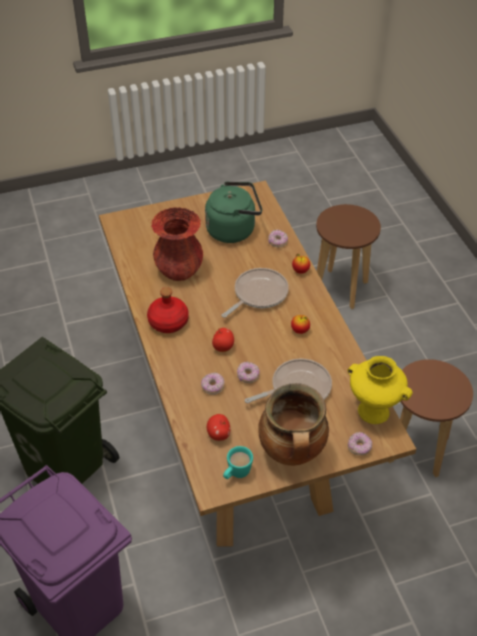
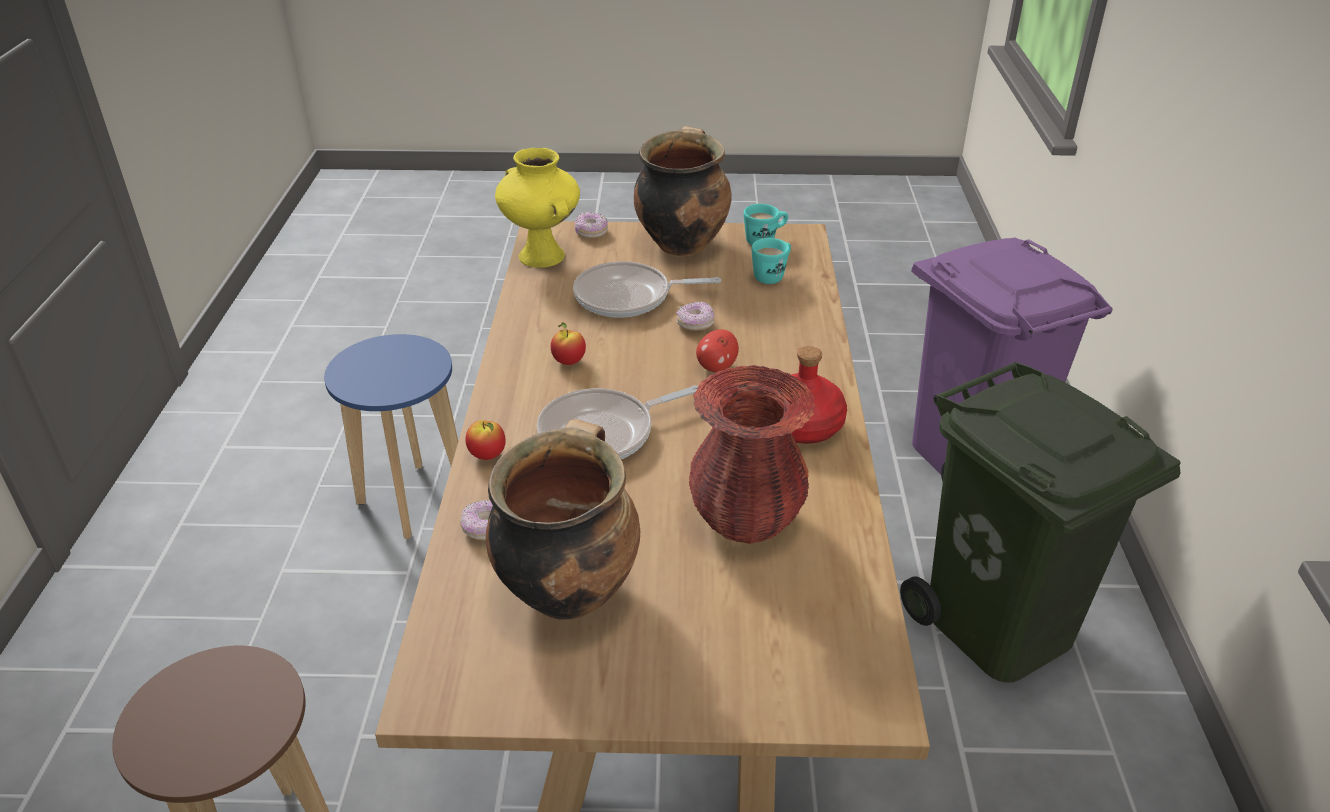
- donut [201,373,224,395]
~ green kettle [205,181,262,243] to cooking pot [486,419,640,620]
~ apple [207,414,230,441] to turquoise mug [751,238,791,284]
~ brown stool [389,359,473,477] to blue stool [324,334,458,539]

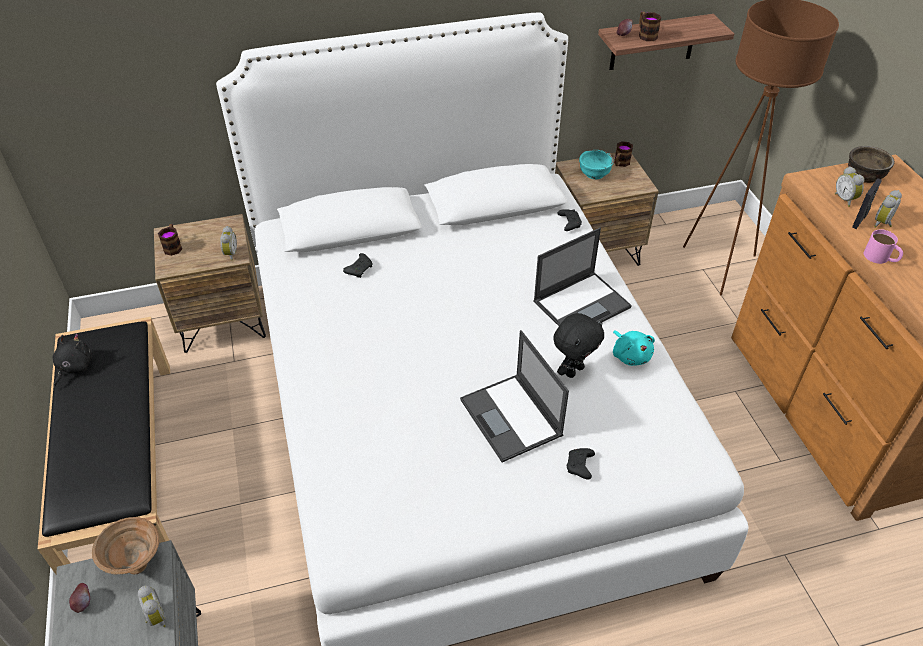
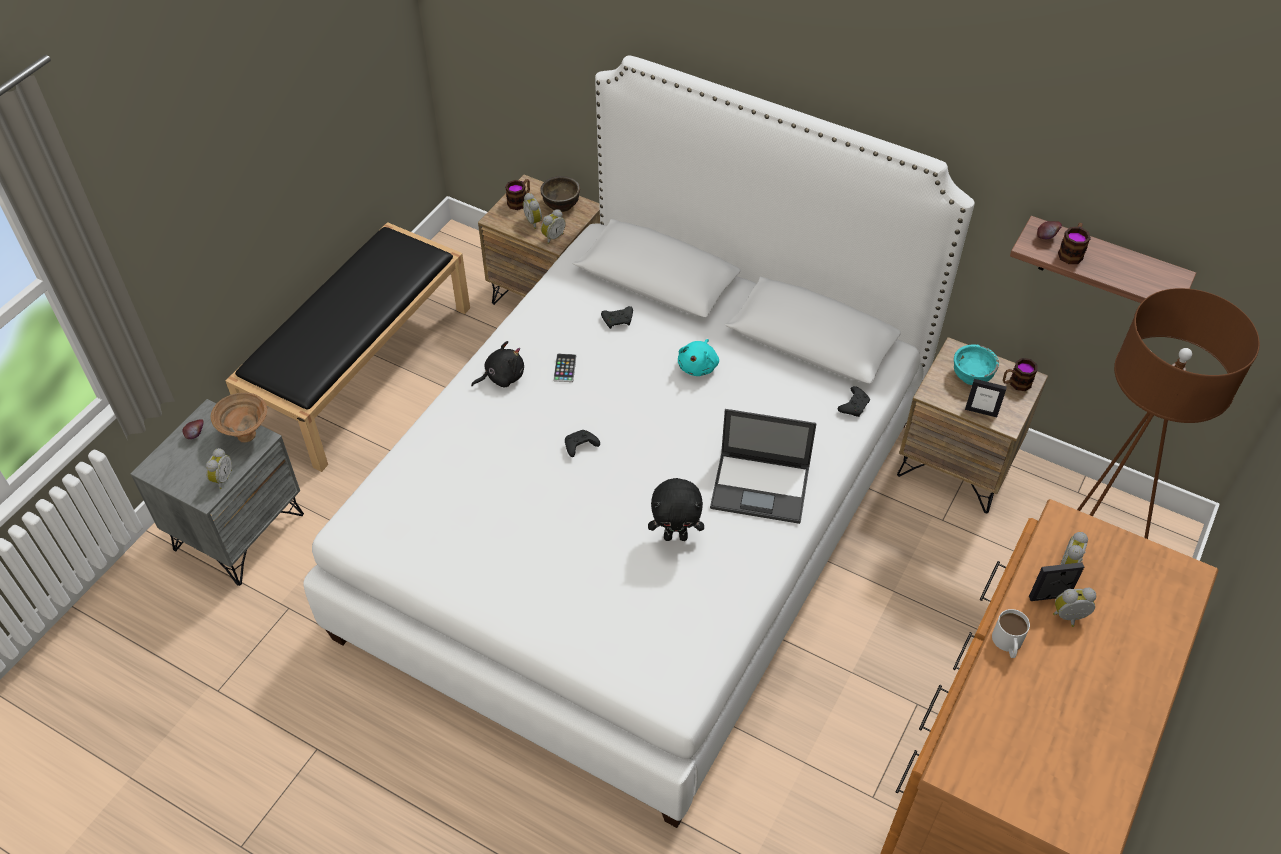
~ black plush toy [52,334,92,387] to [471,341,524,387]
- laptop [460,330,569,462]
~ black game controller [567,448,595,480] to [565,430,600,457]
~ turquoise plush toy [613,330,655,366] to [678,339,719,376]
~ brown bowl [848,146,895,183] to [541,176,580,212]
~ pink mug [864,229,903,264] to white mug [992,609,1030,658]
+ alarm clock [523,193,542,229]
+ phone [553,353,576,382]
+ picture frame [965,379,1007,417]

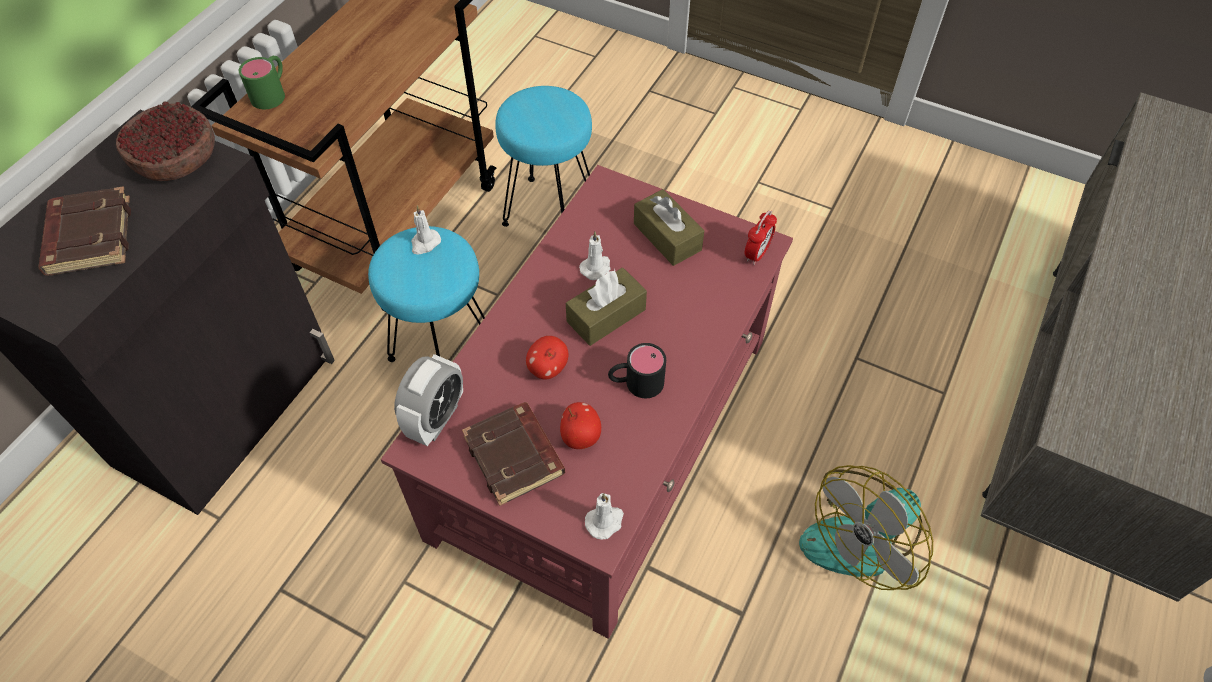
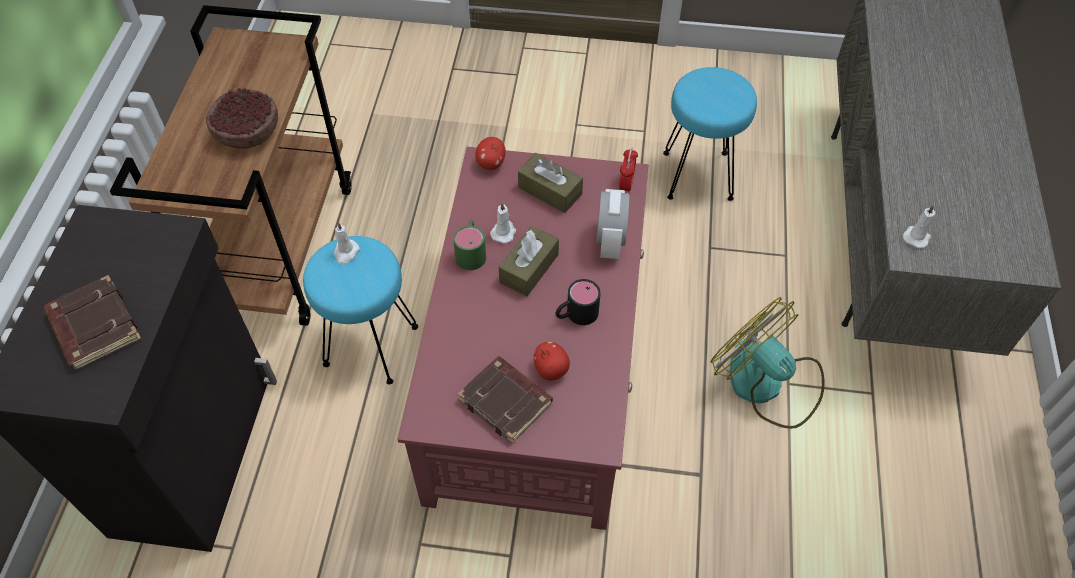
~ bowl [116,101,215,181] to [206,88,278,149]
~ green mug [239,56,285,109] to [453,220,486,270]
~ alarm clock [394,354,463,446] to [597,189,629,259]
~ turquoise stool [495,86,592,227] to [663,67,757,201]
~ apple [526,336,569,379] to [475,137,506,170]
~ white candle [585,493,624,539] to [903,205,935,248]
~ fan [799,465,933,590] = [710,297,825,429] 105 degrees clockwise

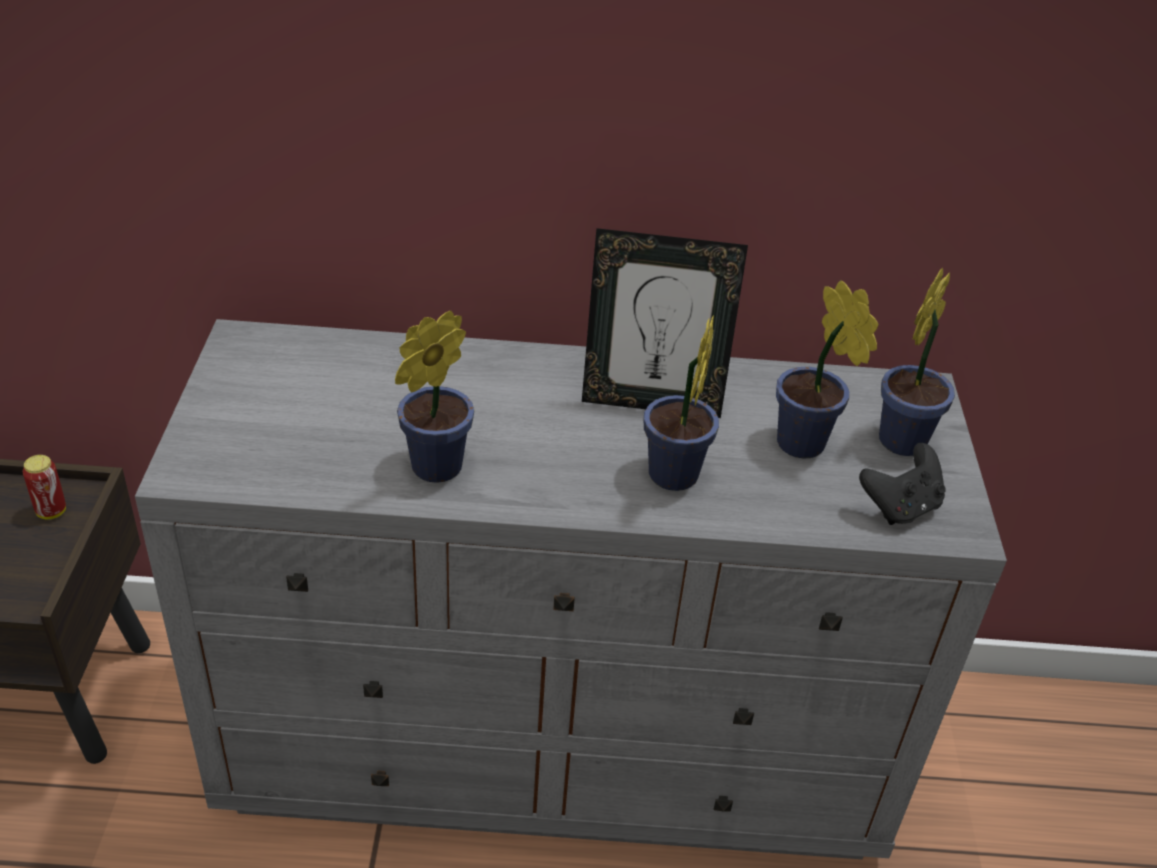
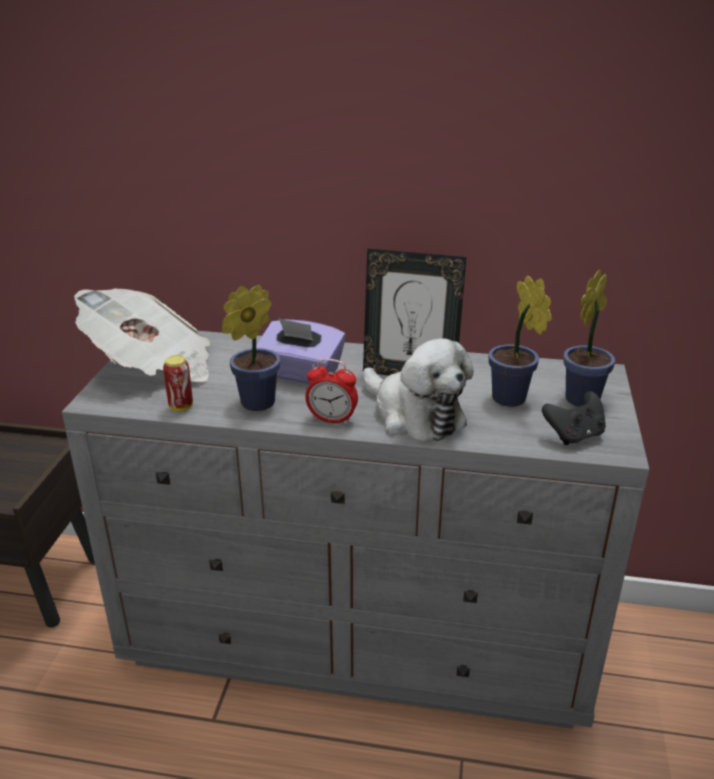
~ can [23,455,66,519] to [163,355,193,411]
~ potted plant [644,314,719,491] to plush toy [363,338,474,441]
+ newspaper [74,288,210,382]
+ purple tissue box [256,318,346,385]
+ alarm clock [305,359,358,425]

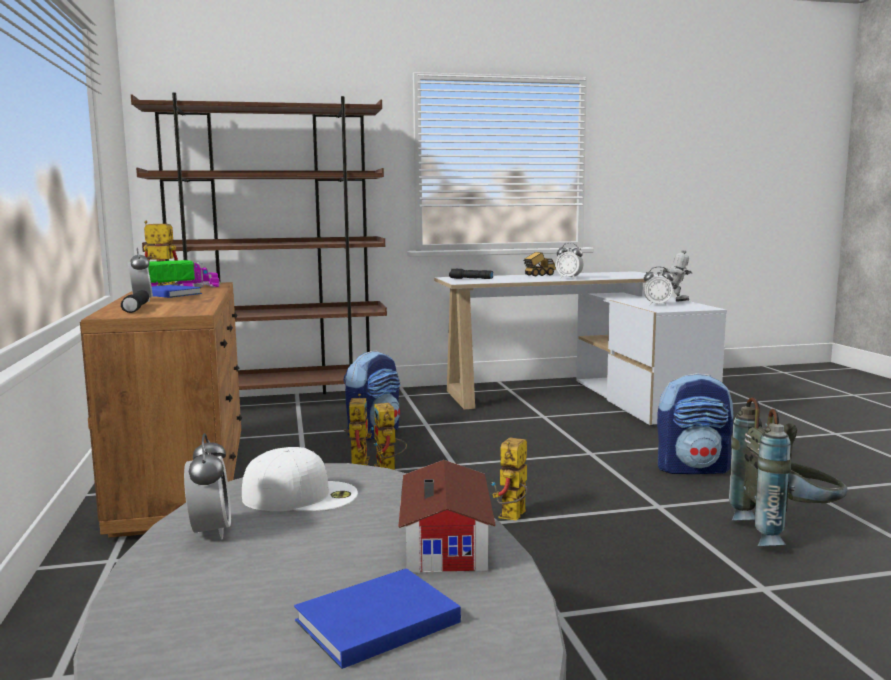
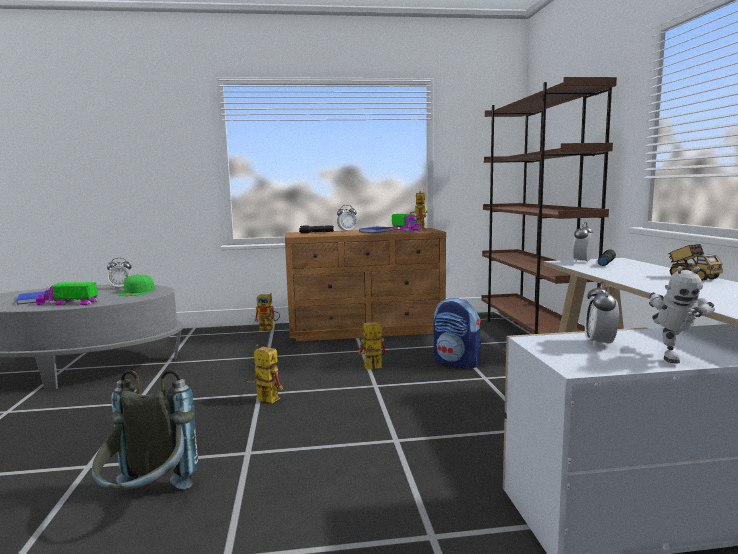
~ white cap [242,447,358,511] to green cap [118,274,155,296]
~ toy robot [344,394,374,465] to [254,293,280,331]
~ toy house [398,460,496,573] to toy truck [36,282,98,306]
~ alarm clock [556,243,583,279] to [572,222,595,263]
- backpack [657,373,733,474]

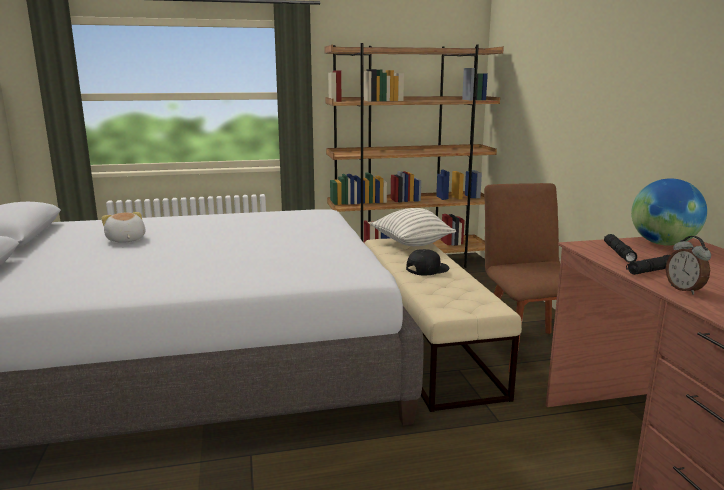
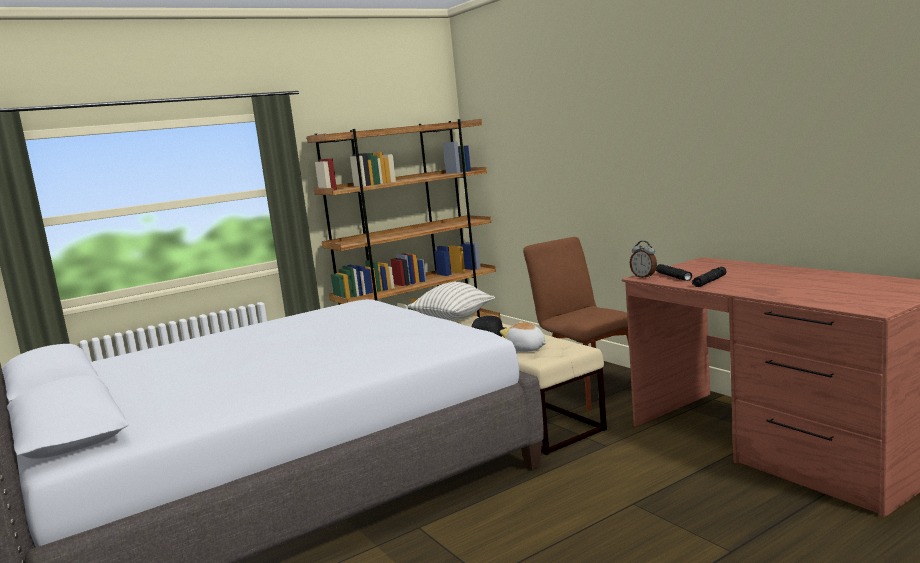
~ plush toy [101,212,146,243] to [500,321,547,352]
- globe [631,178,707,246]
~ alarm clock [666,236,711,295] to [630,241,657,278]

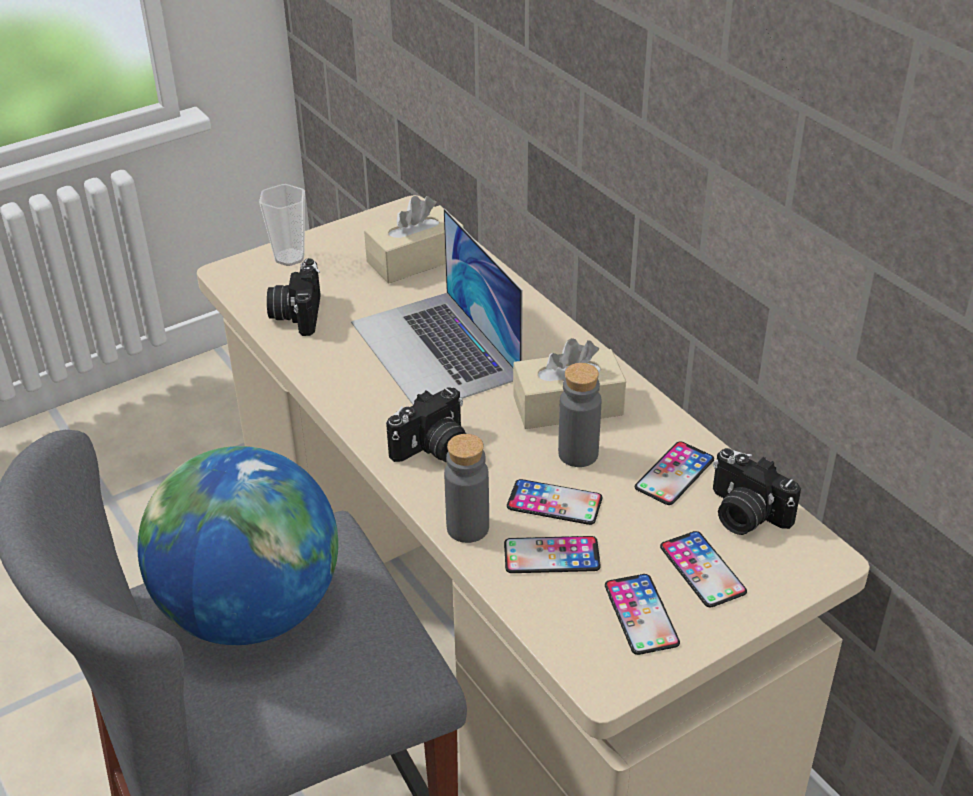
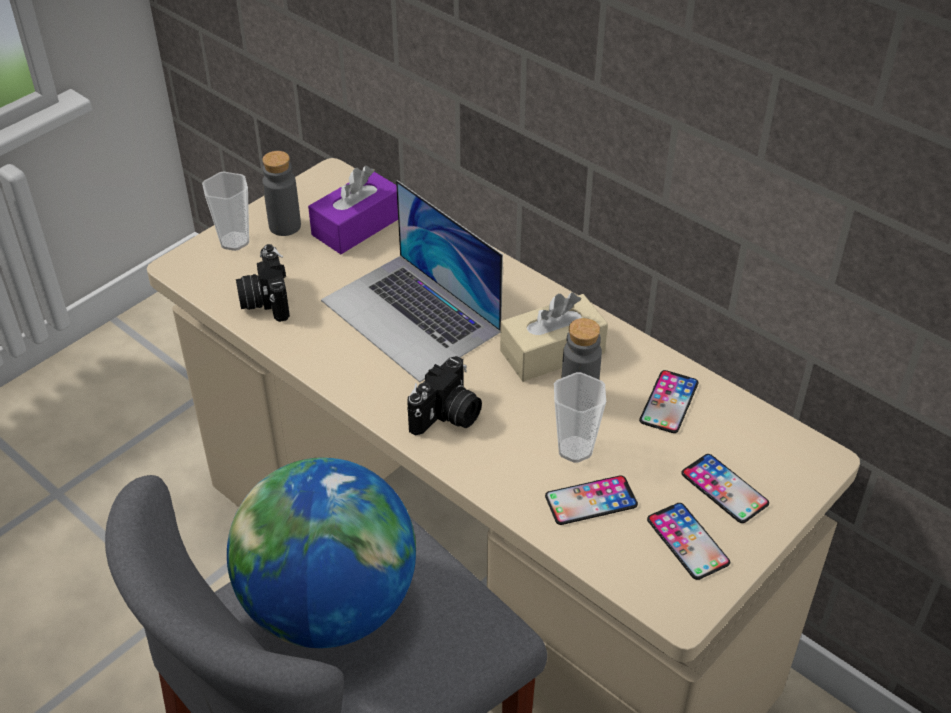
~ beige tissue box [364,196,464,284] to purple tissue box [308,166,398,254]
~ grey bottle [444,434,489,543] to [262,151,301,236]
~ phone [507,479,603,525] to cup [554,372,606,463]
- photo camera [713,448,801,535]

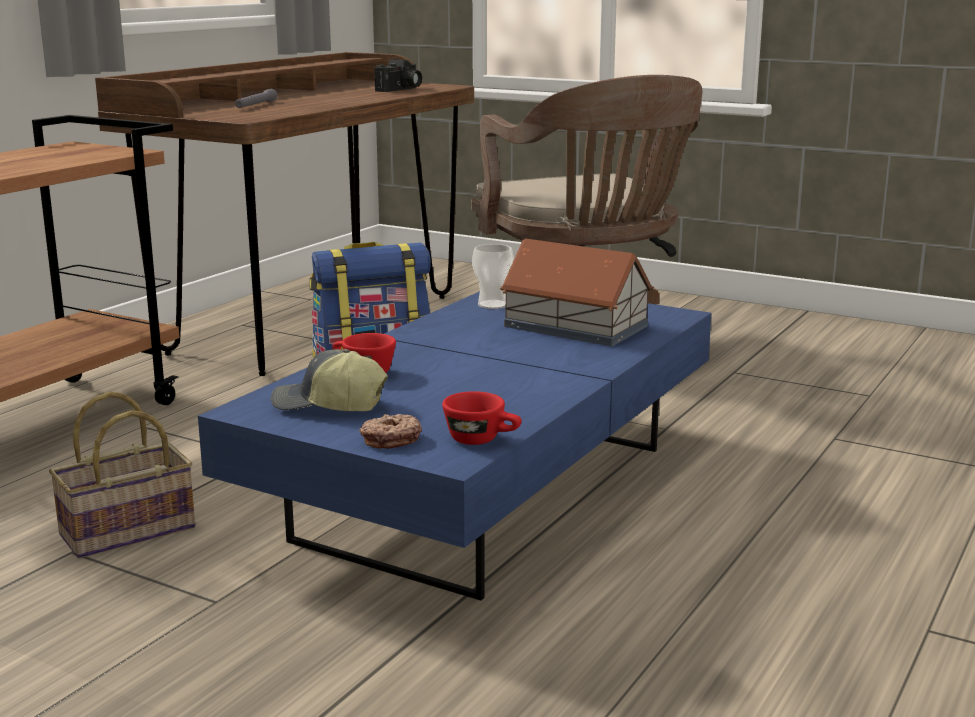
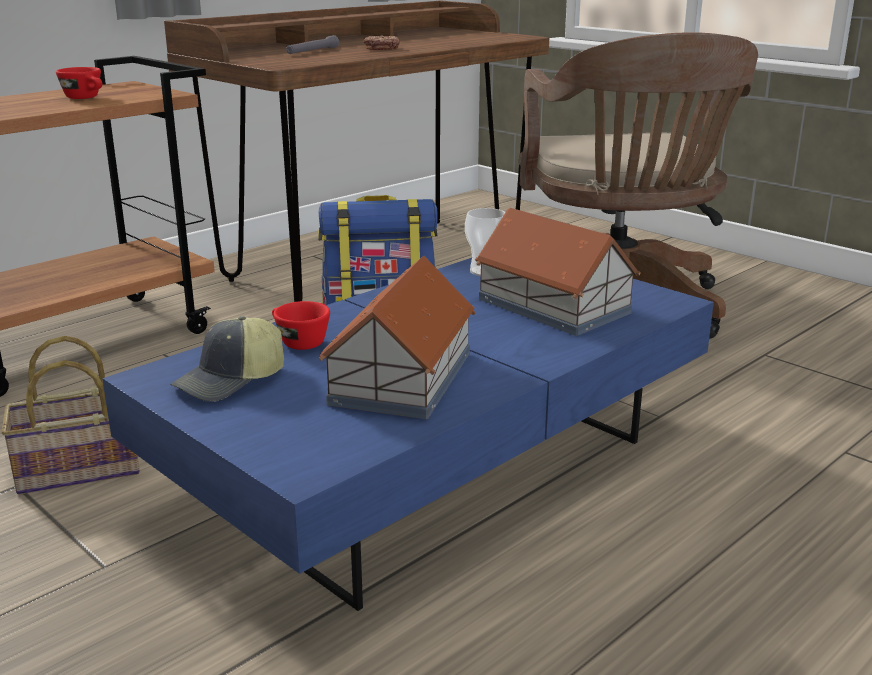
~ cap [271,349,388,411] = [170,316,284,401] 75 degrees counterclockwise
~ donut [359,414,422,449] to [363,35,400,50]
- photo camera [374,59,422,92]
~ red cup [442,391,522,445] to [56,67,102,99]
+ toy house [319,256,476,419]

